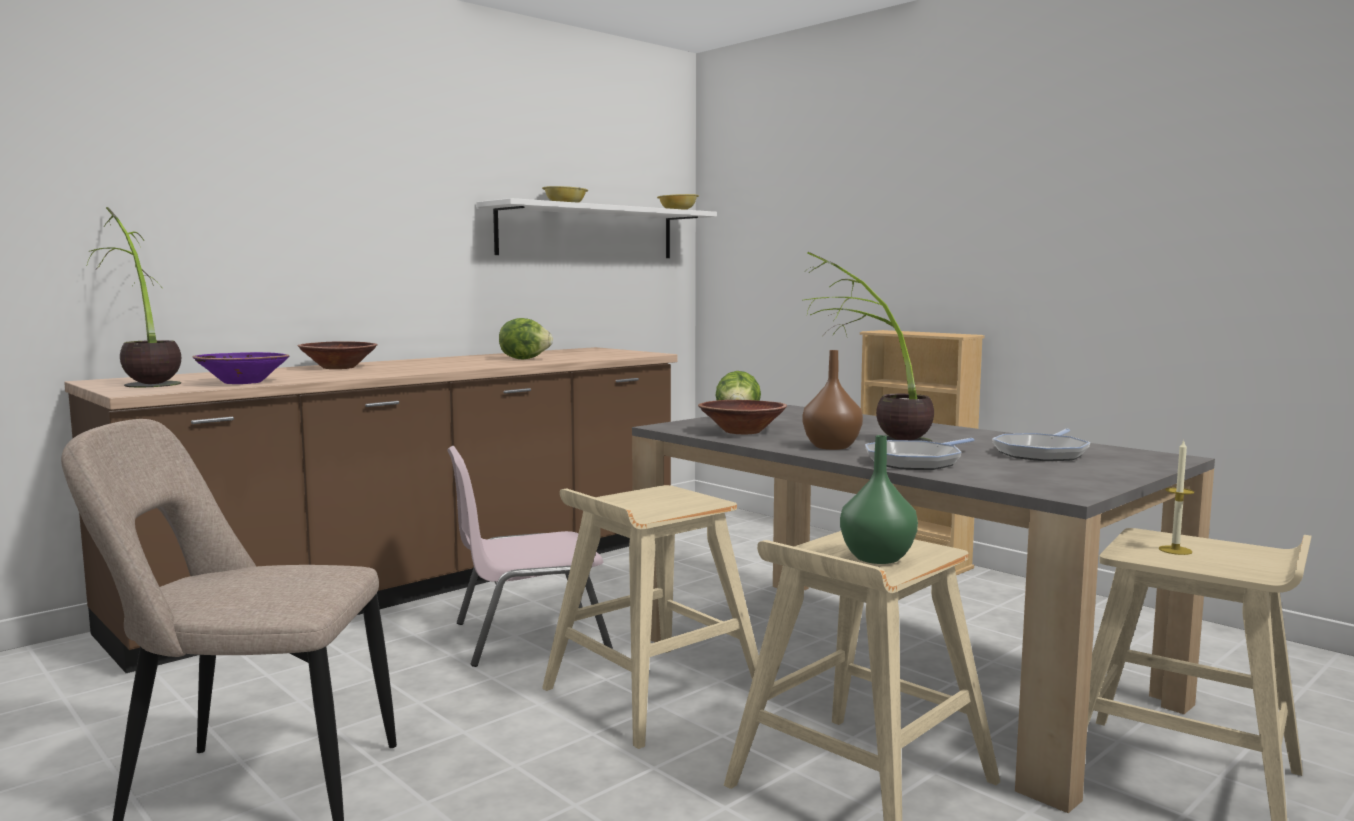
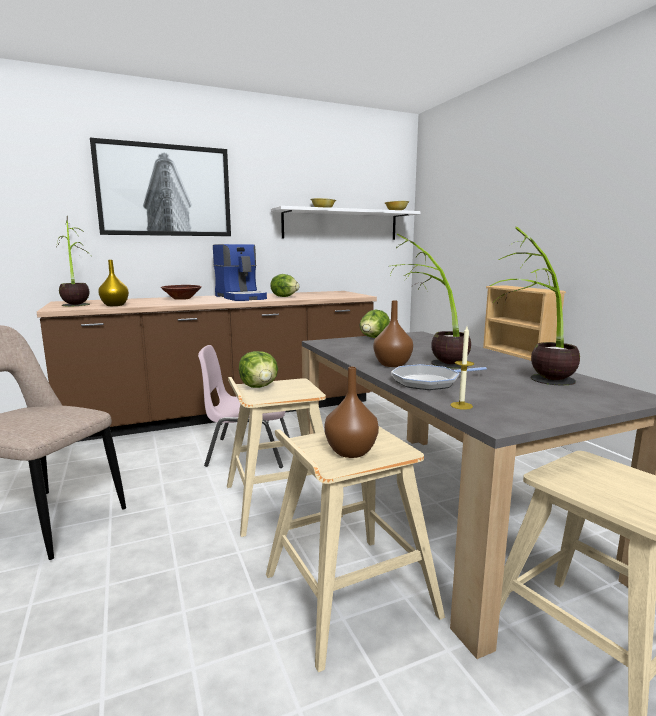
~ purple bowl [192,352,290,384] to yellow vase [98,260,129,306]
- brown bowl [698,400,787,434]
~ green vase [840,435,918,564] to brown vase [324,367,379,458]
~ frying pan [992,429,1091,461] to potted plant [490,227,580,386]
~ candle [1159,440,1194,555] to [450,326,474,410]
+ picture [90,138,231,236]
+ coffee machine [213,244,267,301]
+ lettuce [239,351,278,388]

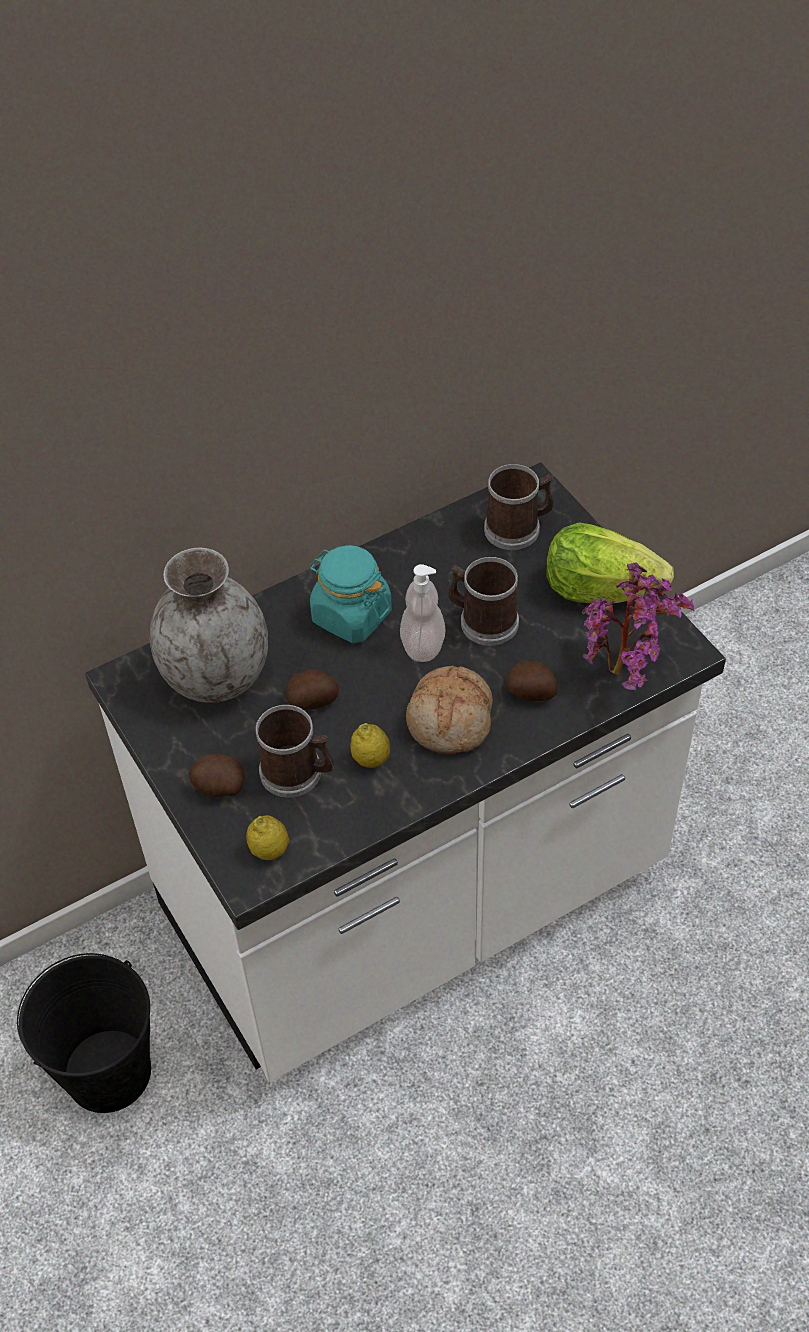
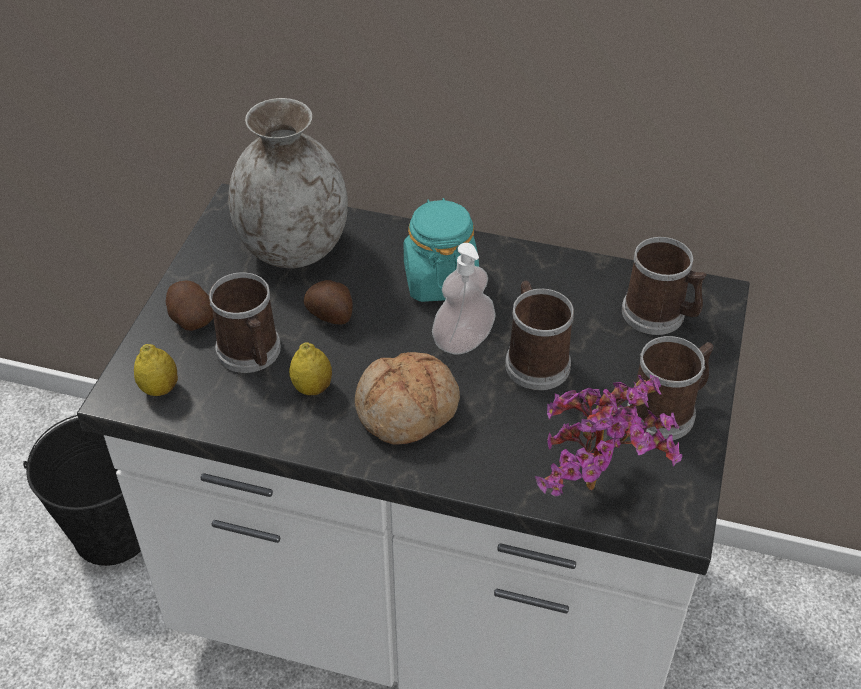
- potato [506,661,558,701]
~ lettuce [546,522,674,603] to mug [627,336,714,440]

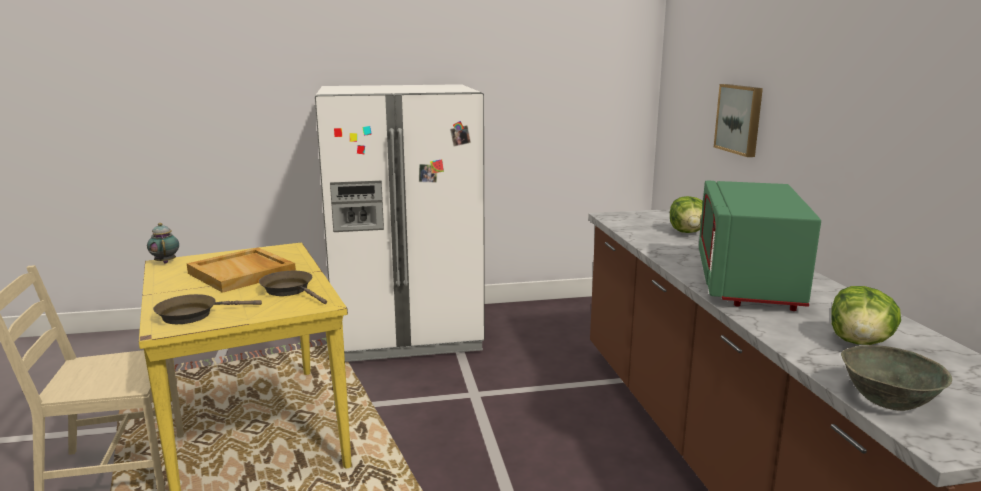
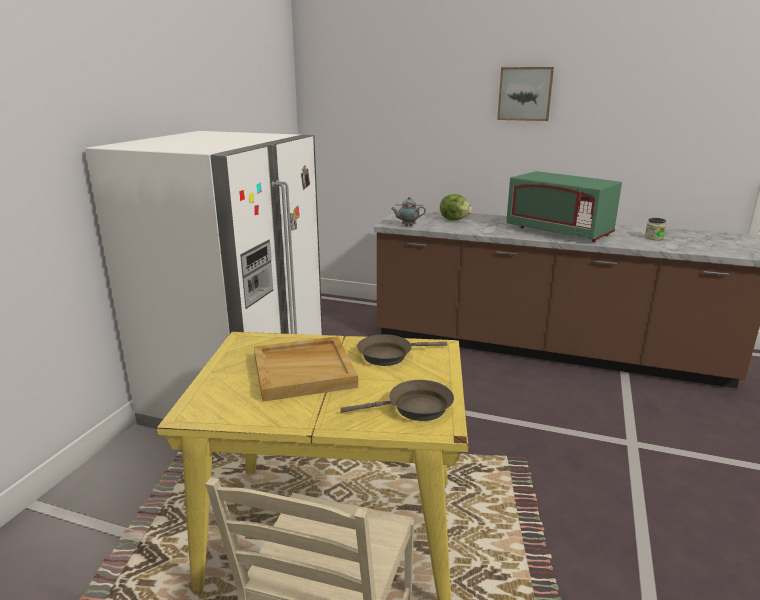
~ teapot [147,223,179,264] to [391,197,426,226]
~ brown frying pan [153,294,262,324] = [340,380,454,421] 105 degrees counterclockwise
~ picture [714,84,763,157] to [497,67,554,121]
~ lettuce [831,286,901,345] to jar [645,218,666,240]
- grey bowl [841,345,952,411]

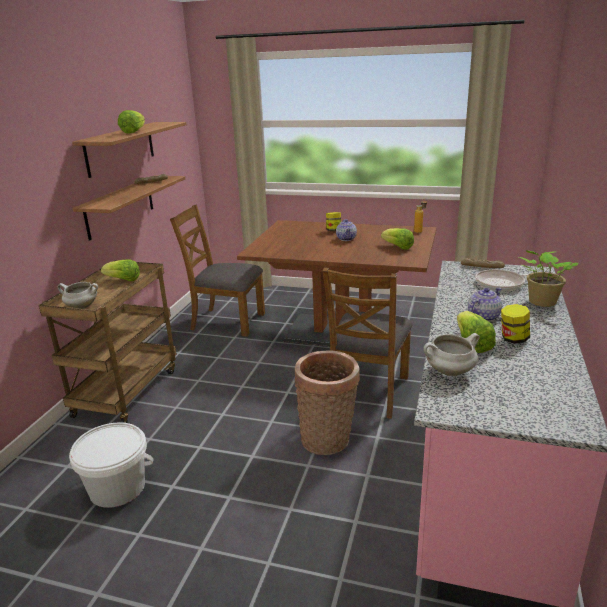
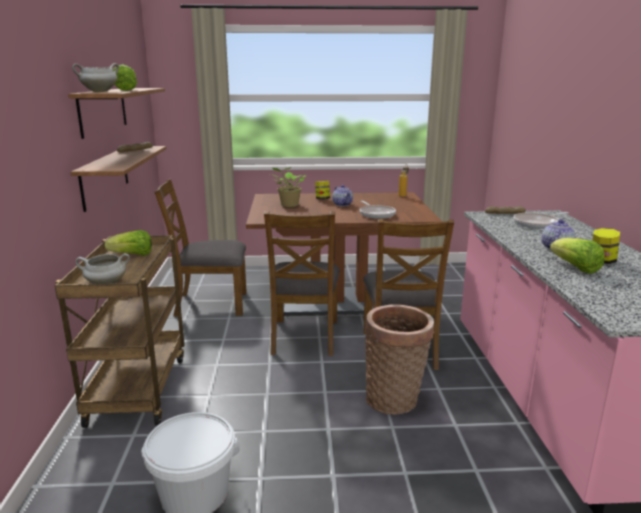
- lettuce [381,228,414,250]
~ white cooking pot [424,333,480,376] to [72,63,119,92]
~ potted plant [519,250,578,307] to [271,167,306,207]
+ brown chair [264,211,340,356]
+ frying pan [360,201,396,219]

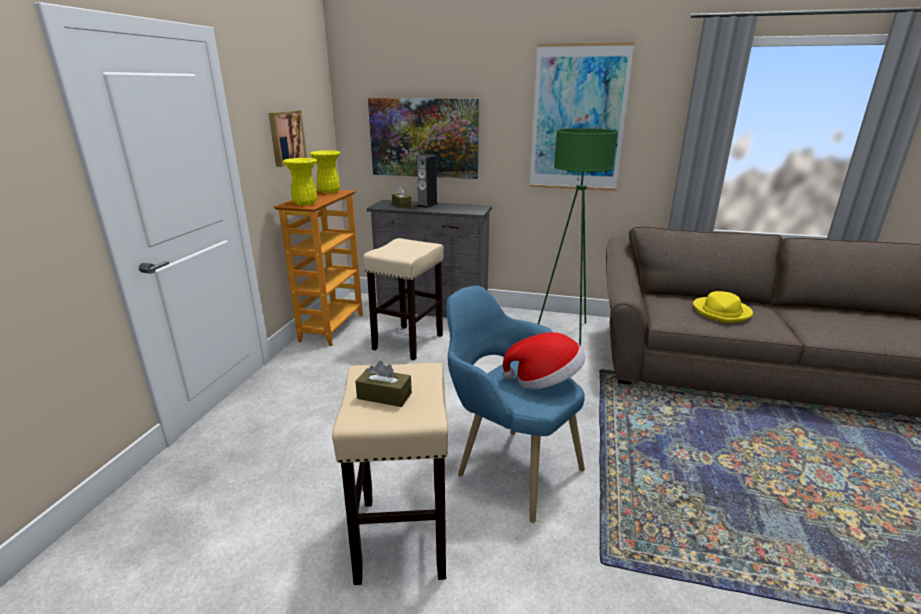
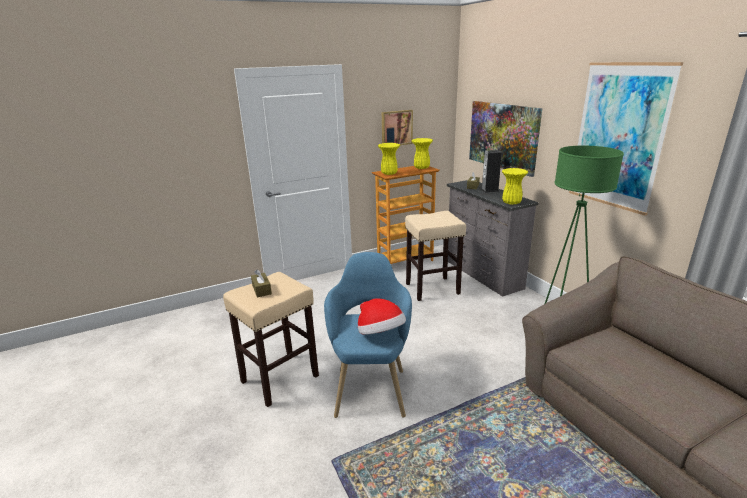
- yellow hat [693,291,753,323]
+ yellow vase [502,168,528,204]

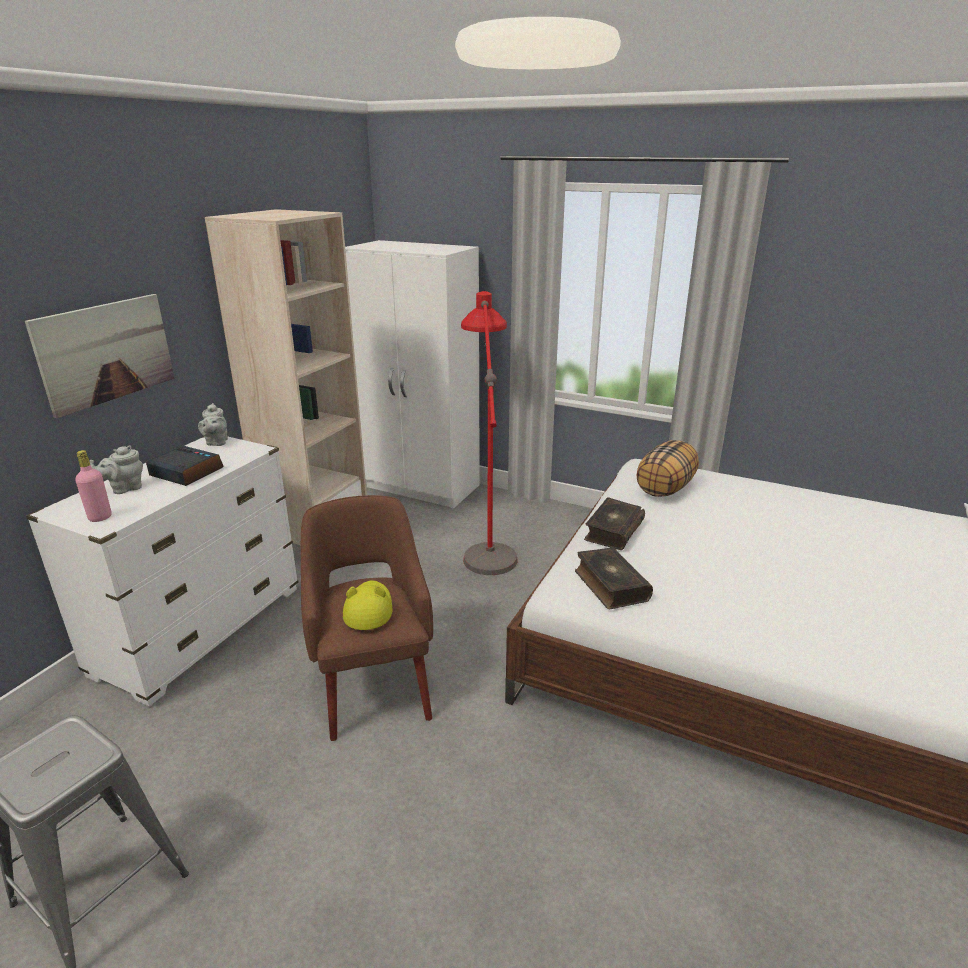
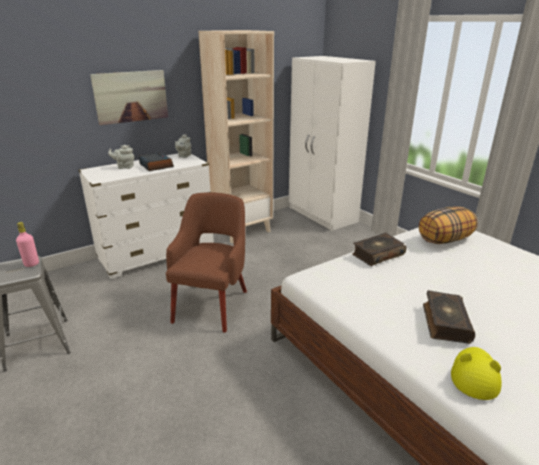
~ pink bottle [75,450,112,522] to [16,222,39,267]
~ yellow hat [343,580,393,630] to [451,347,502,400]
- red floor lamp [461,291,517,575]
~ book [575,547,653,609] to [423,290,475,344]

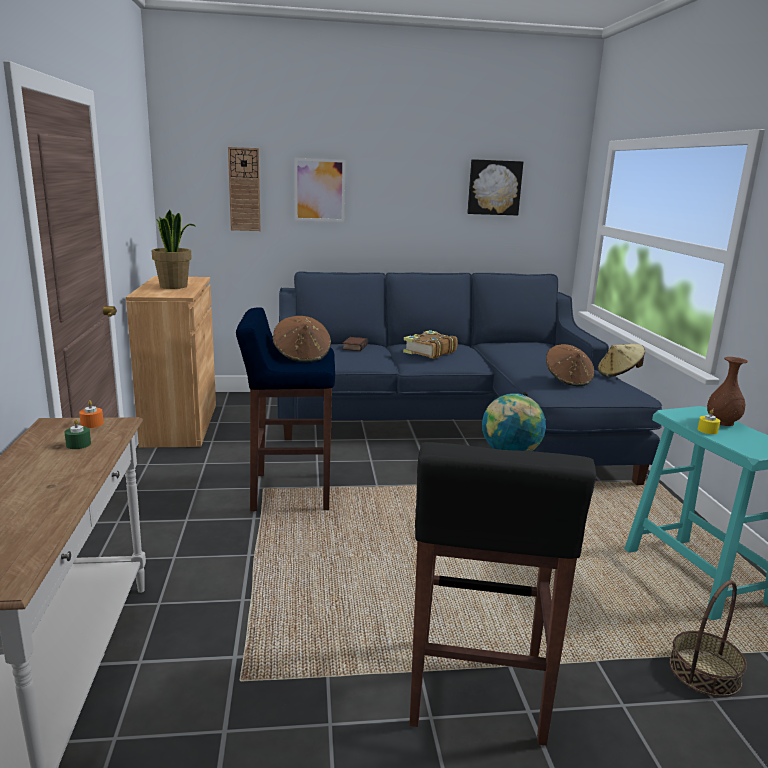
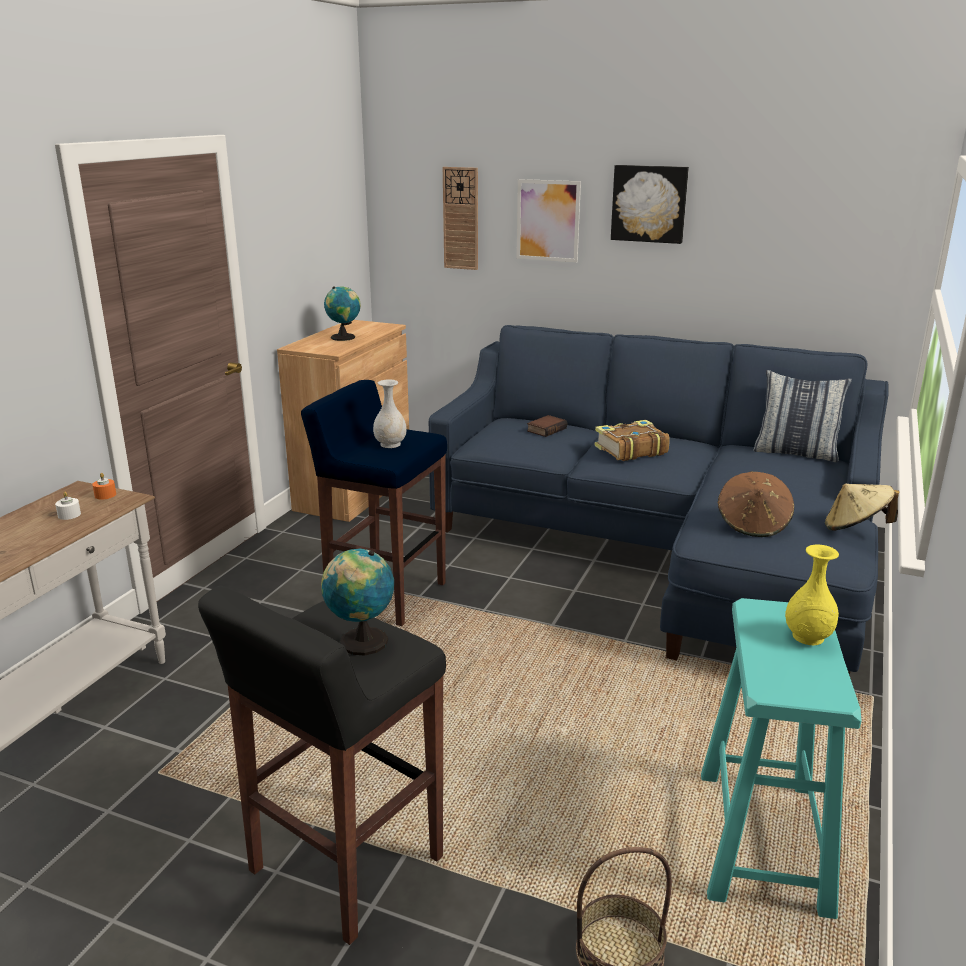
~ green candle [64,419,91,449] to white candle [55,492,81,520]
~ potted plant [152,210,196,289] to globe [324,286,361,341]
~ brown hat [273,316,331,363] to white vase [373,379,407,448]
~ picture [467,159,523,216] to [611,165,689,244]
- yellow candle [698,410,720,434]
~ brown vase [707,357,748,426] to yellow vase [785,544,839,645]
+ pillow [754,370,852,462]

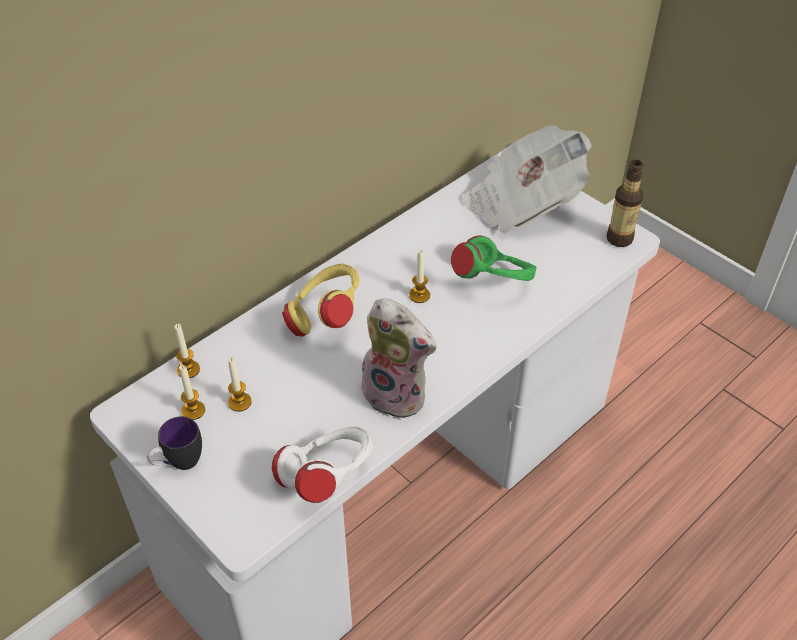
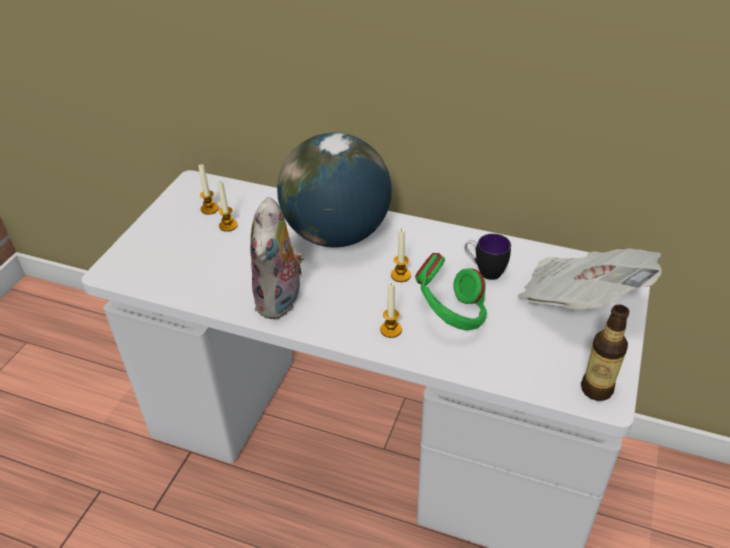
~ mug [147,416,202,470] to [464,234,511,280]
~ candle [174,324,200,378] to [380,283,402,338]
- white headphones [272,426,373,503]
~ yellow headphones [282,263,360,337] to globe [277,133,391,248]

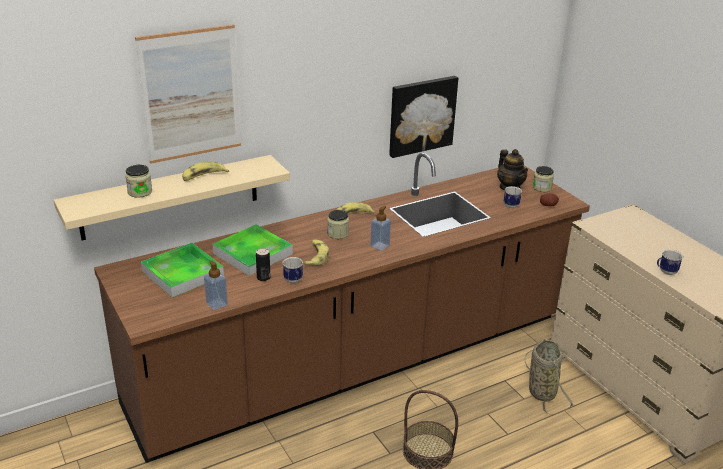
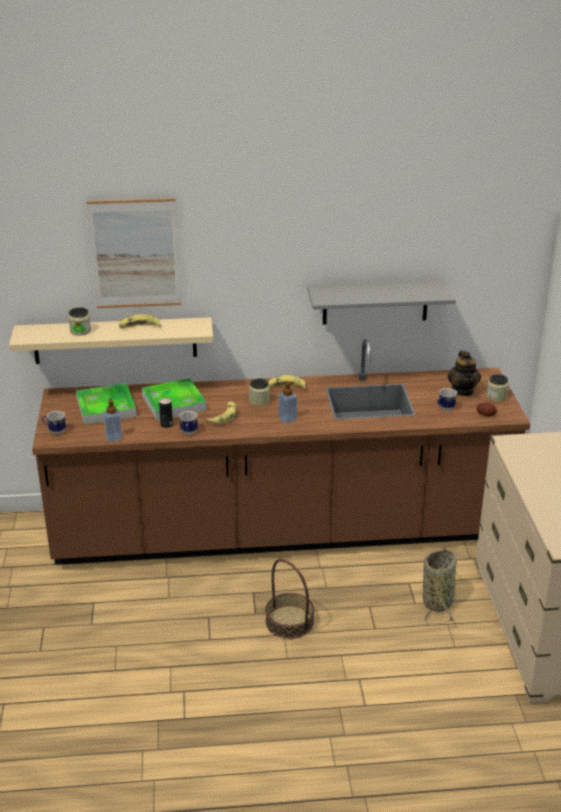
~ picture [389,76,458,158] to grey shelf [307,280,456,325]
~ mug [657,249,683,275] to [42,411,66,434]

